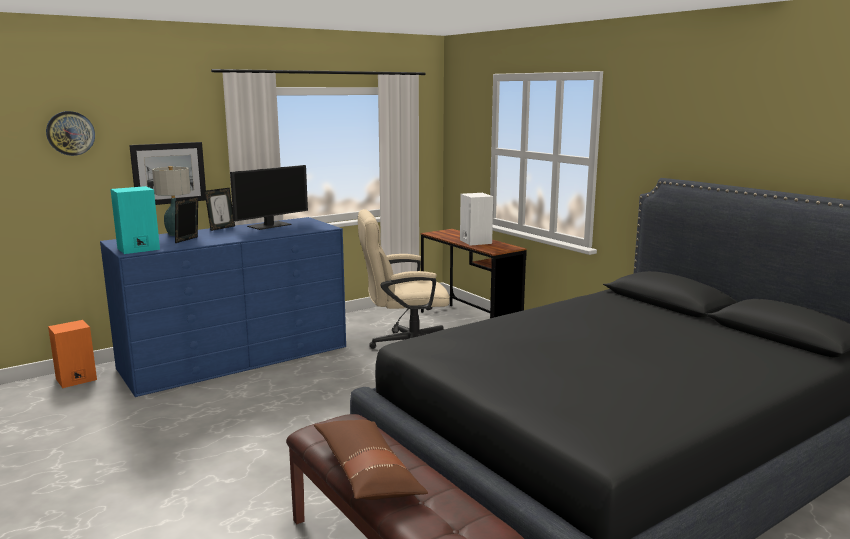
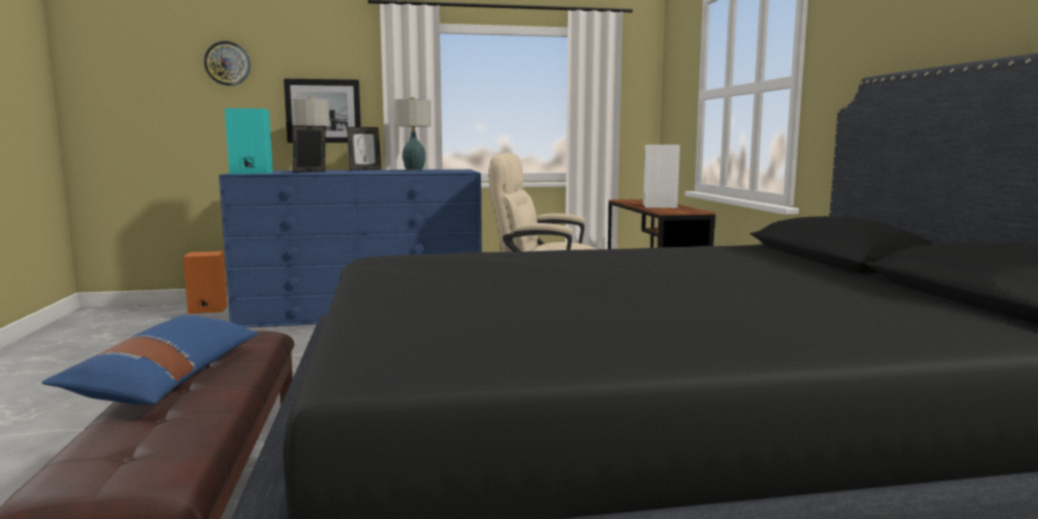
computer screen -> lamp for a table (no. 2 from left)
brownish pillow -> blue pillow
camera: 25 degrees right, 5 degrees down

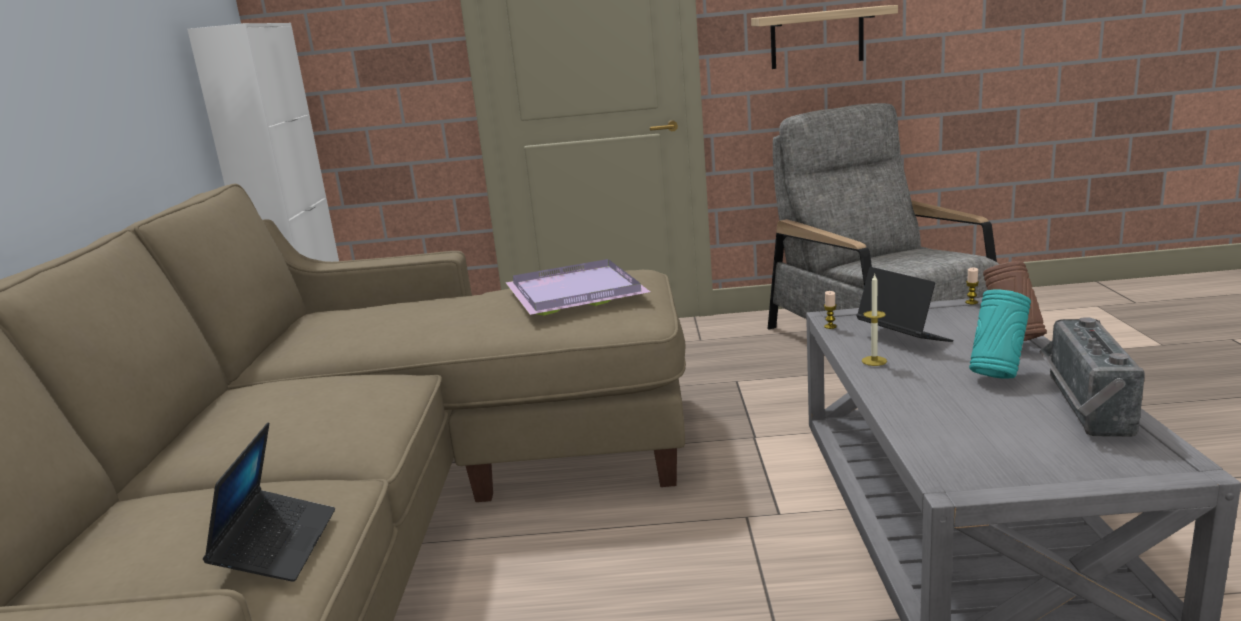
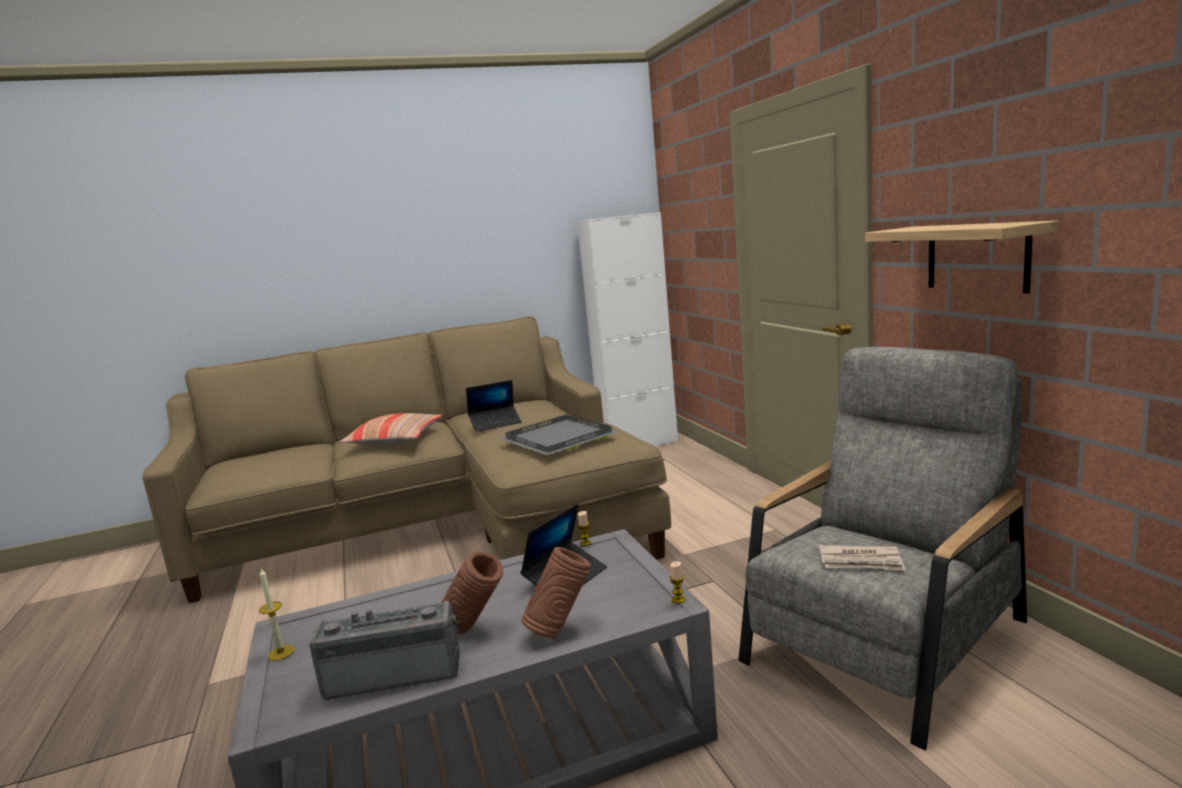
notebook computer (no. 1 from left), shifted
purple tray -> greyish tray
candle (no. 2 from left in the first image) -> candle (no. 1 from left), shifted
blue-green decorative vase -> brownish decorative vase (no. 1 from left)
none -> pillow
none -> daily paper
camera: 70 degrees right, 5 degrees down

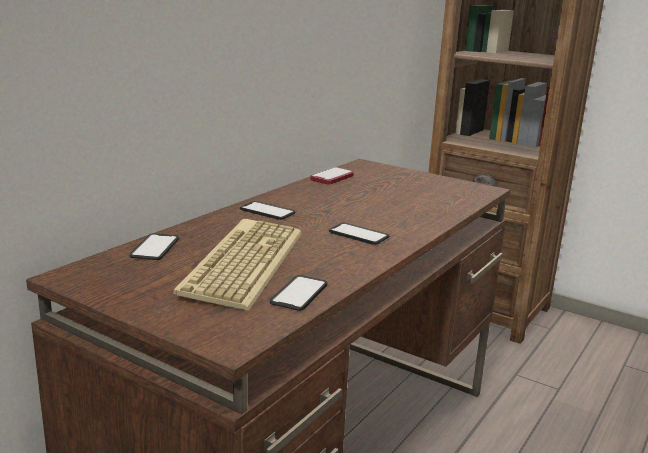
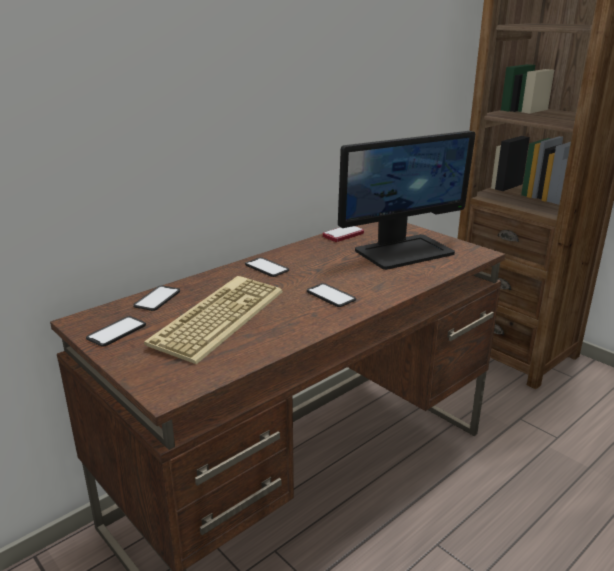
telephone (no. 3 from left in the first image) -> telephone (no. 1 from left), shifted
none -> computer screen
camera: 15 degrees right, 5 degrees up

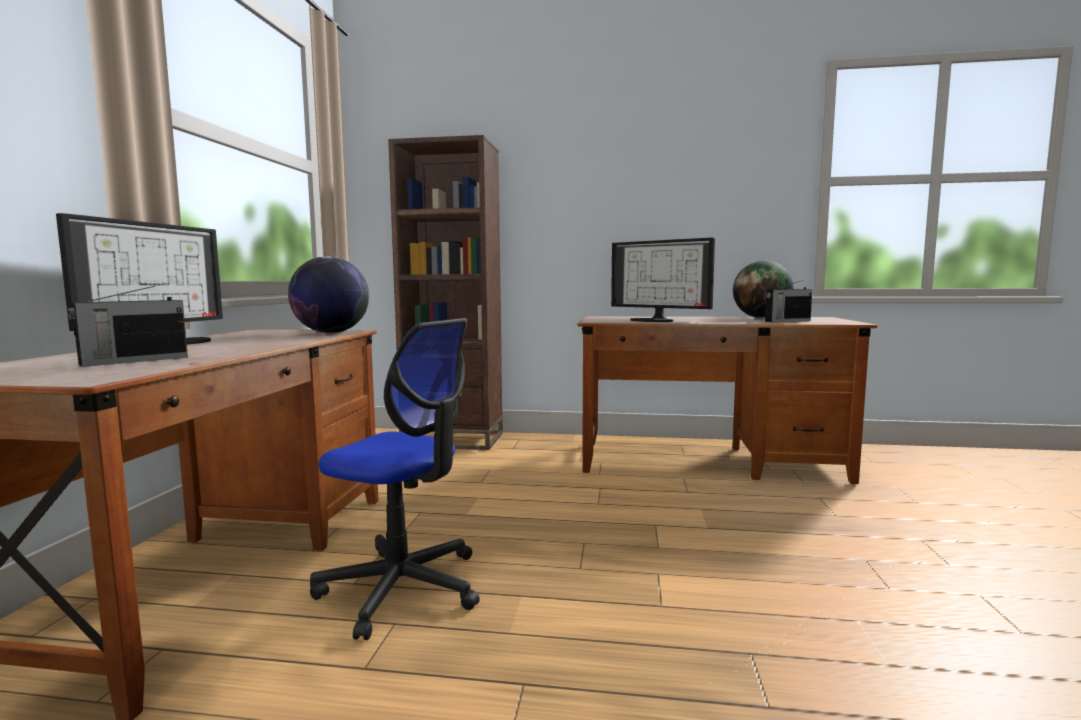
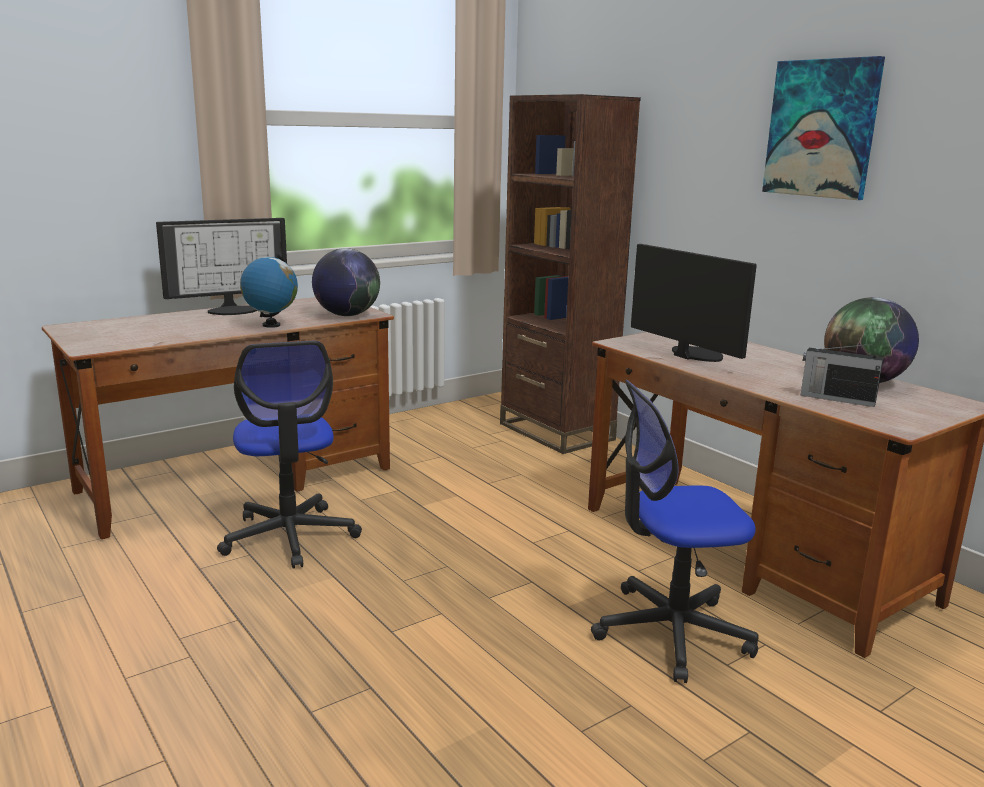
radio receiver (no. 1 from left) -> none
computer screen (no. 2 from left), 150 degrees clockwise
none -> desk globe (no. 1 from left)
none -> office chair (no. 2 from left)
none -> wall art
camera: 45 degrees right, 10 degrees up

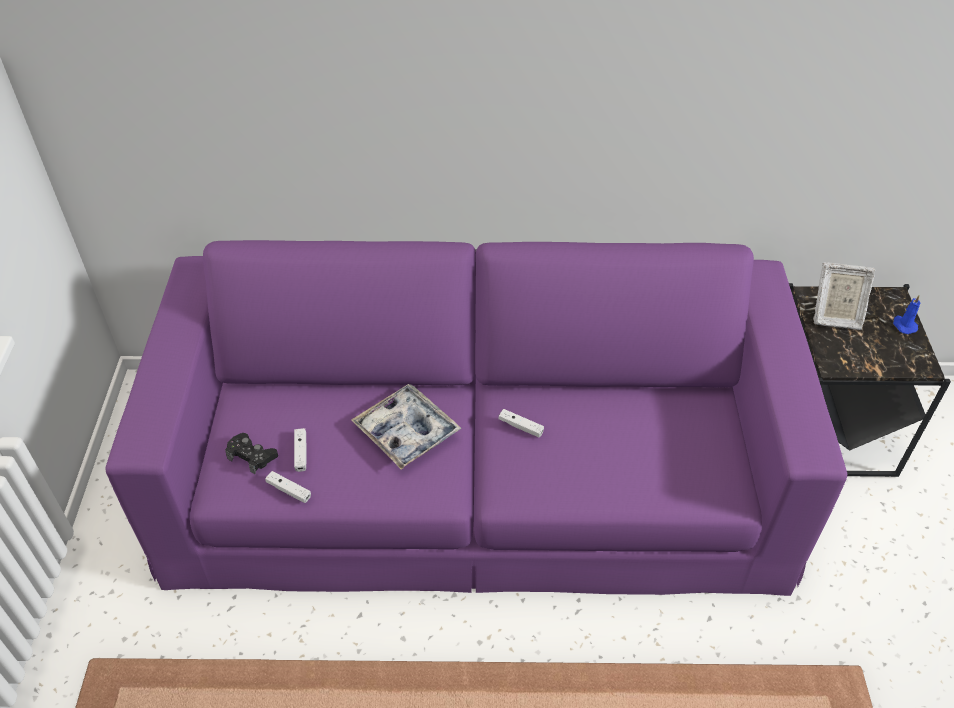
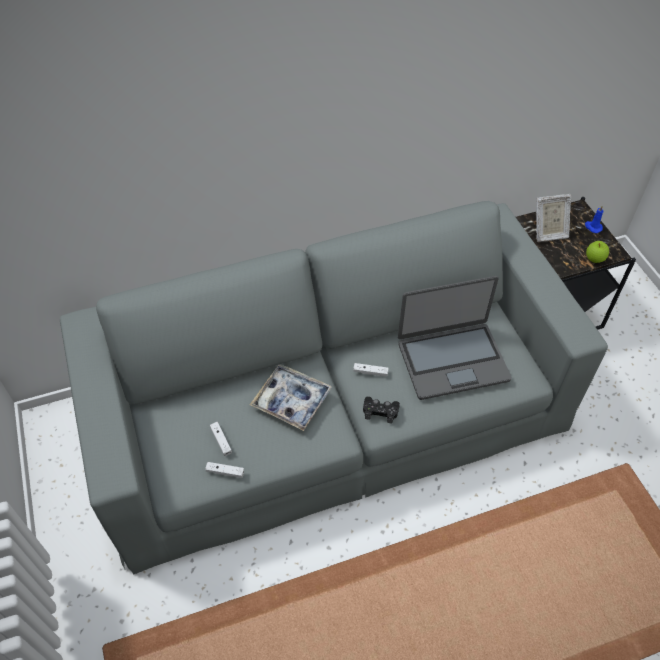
purple couch -> greyish couch
black gamepad, shifted
none -> notebook computer
none -> apple fruit
camera: 20 degrees left, 5 degrees up

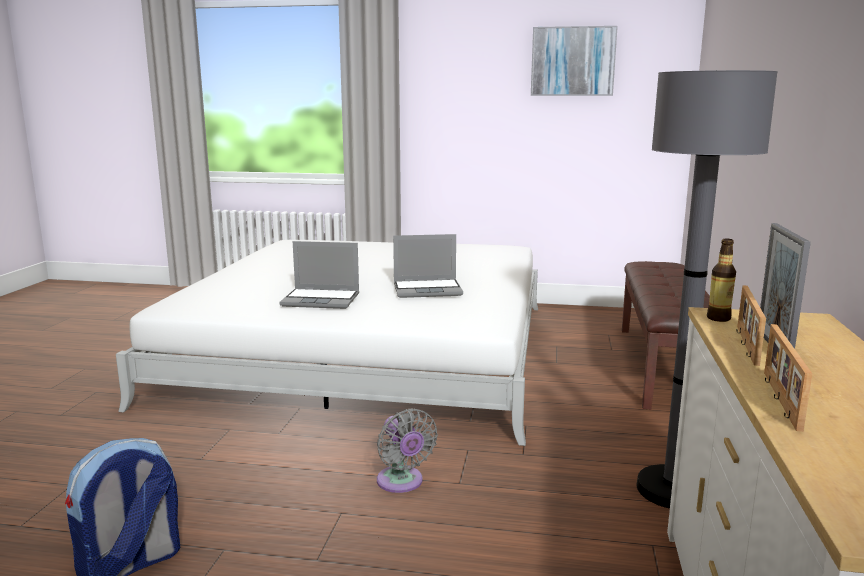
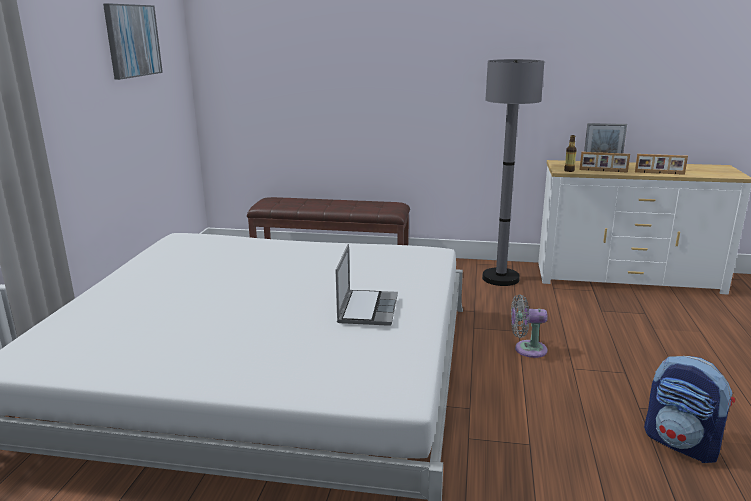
greyish electric fan, 150 degrees counterclockwise
notebook computer (no. 2 from left) -> none
camera: 90 degrees left, 5 degrees up

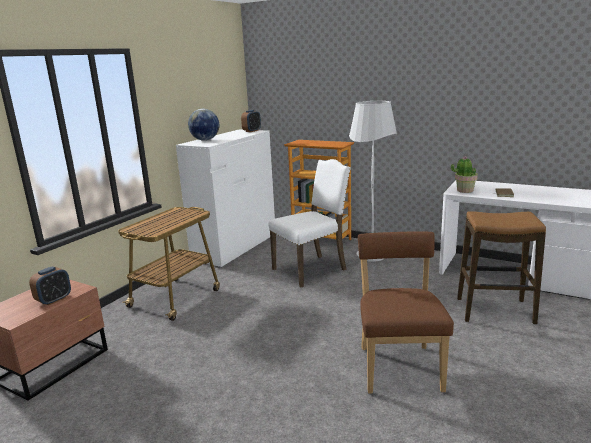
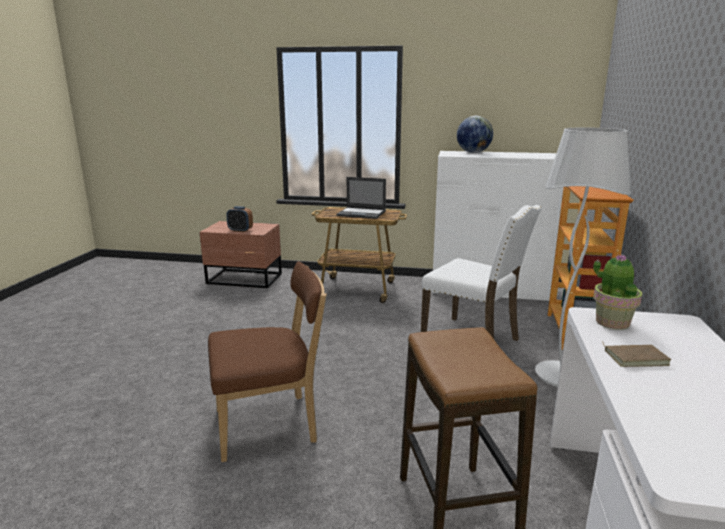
alarm clock (no. 2 from left) -> none
none -> notebook computer
camera: 70 degrees right, 0 degrees up

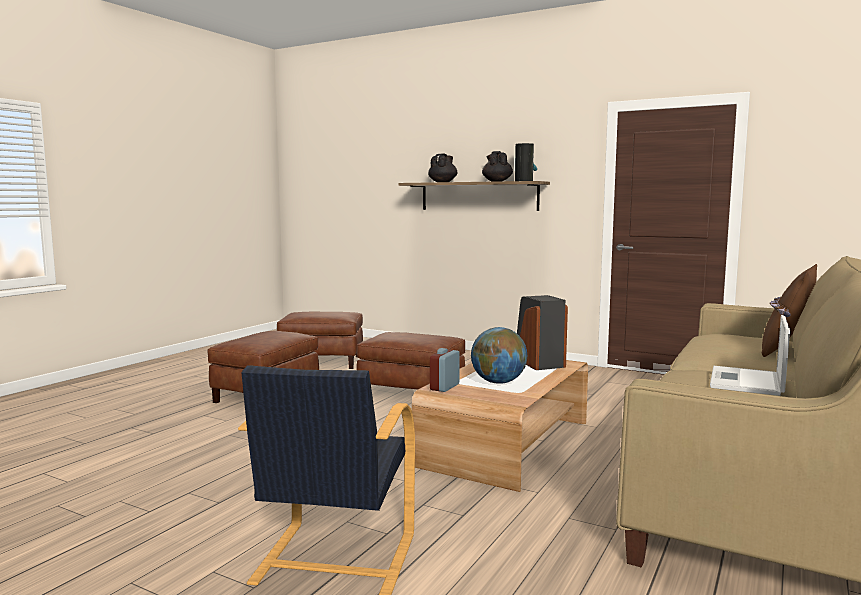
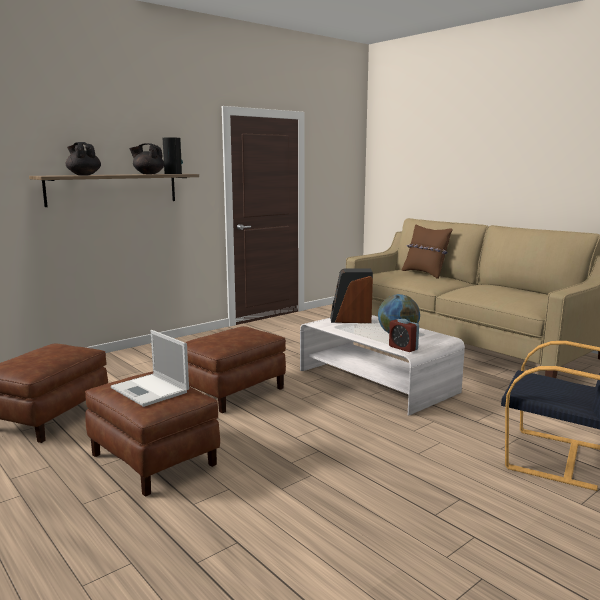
brownish low table -> whitish low table
notebook computer, shifted
camera: 70 degrees left, 5 degrees up

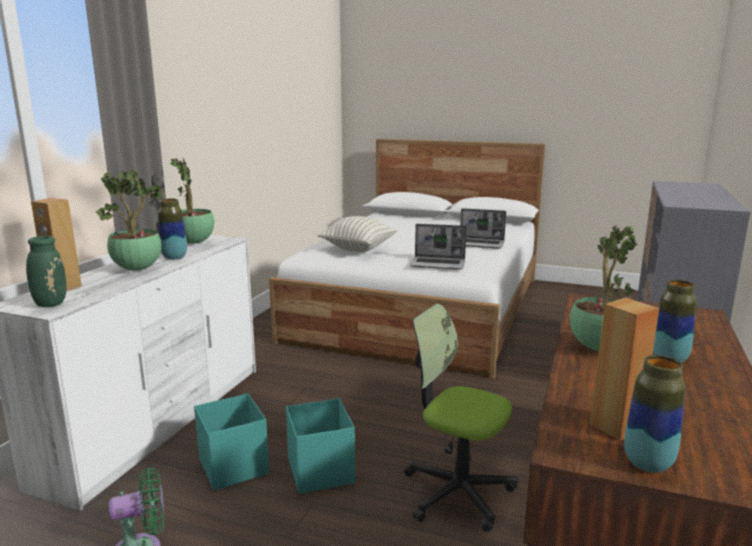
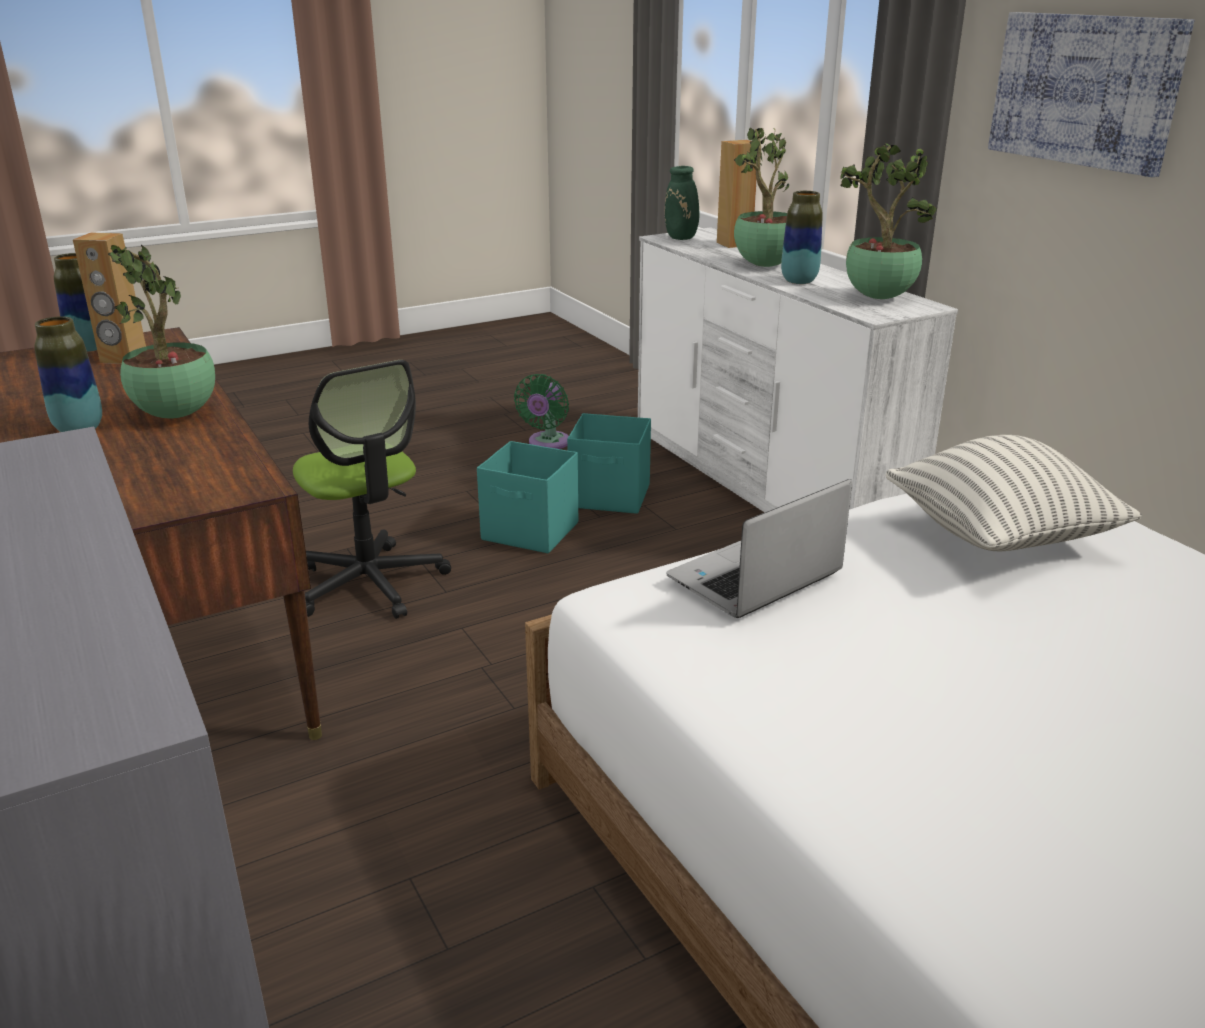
office chair, 75 degrees clockwise
notebook computer (no. 2 from left) -> none
none -> wall art
camera: 130 degrees right, 10 degrees up

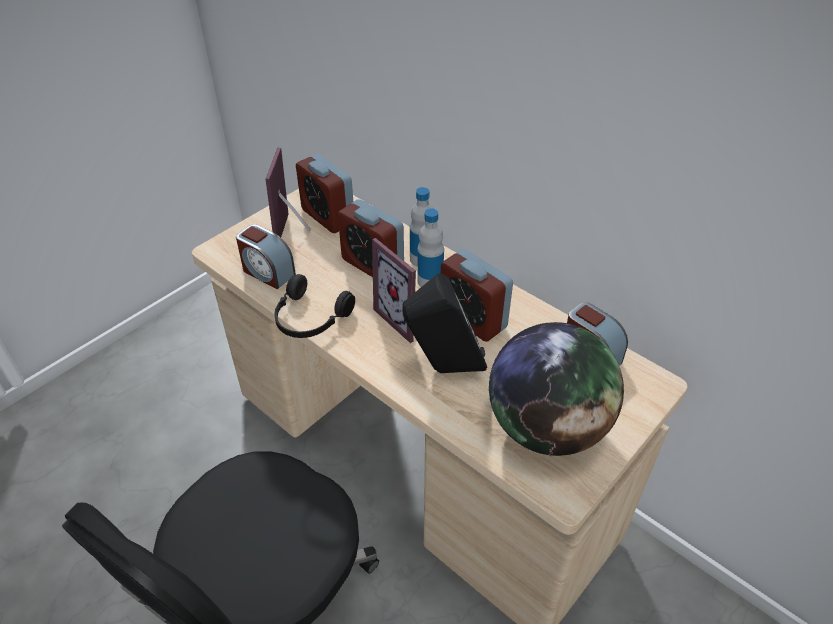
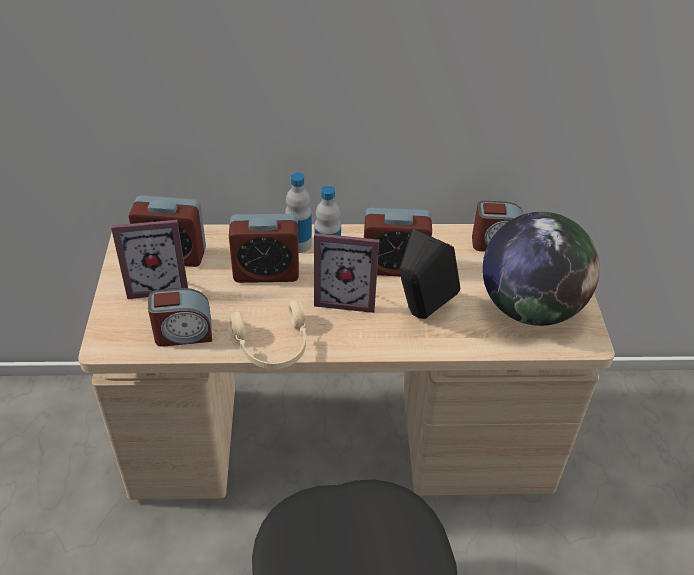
picture frame (no. 1 from left), 60 degrees counterclockwise
black headset -> beige headset
camera: 45 degrees left, 0 degrees up

